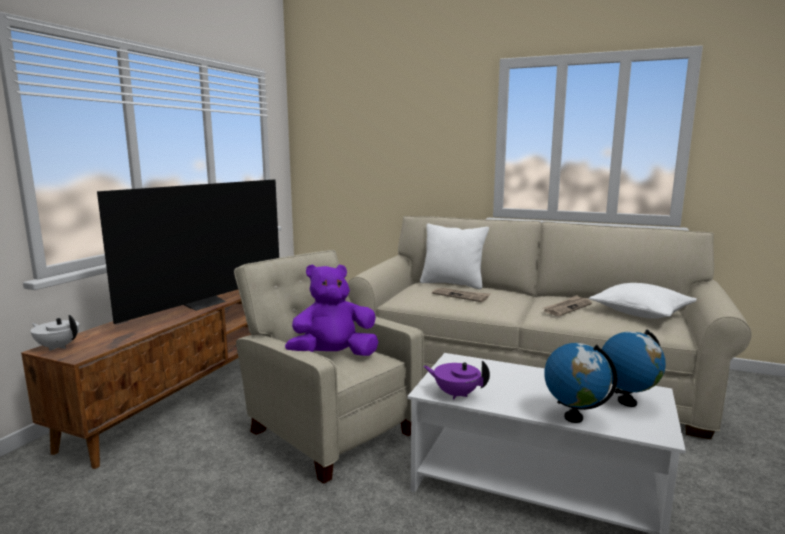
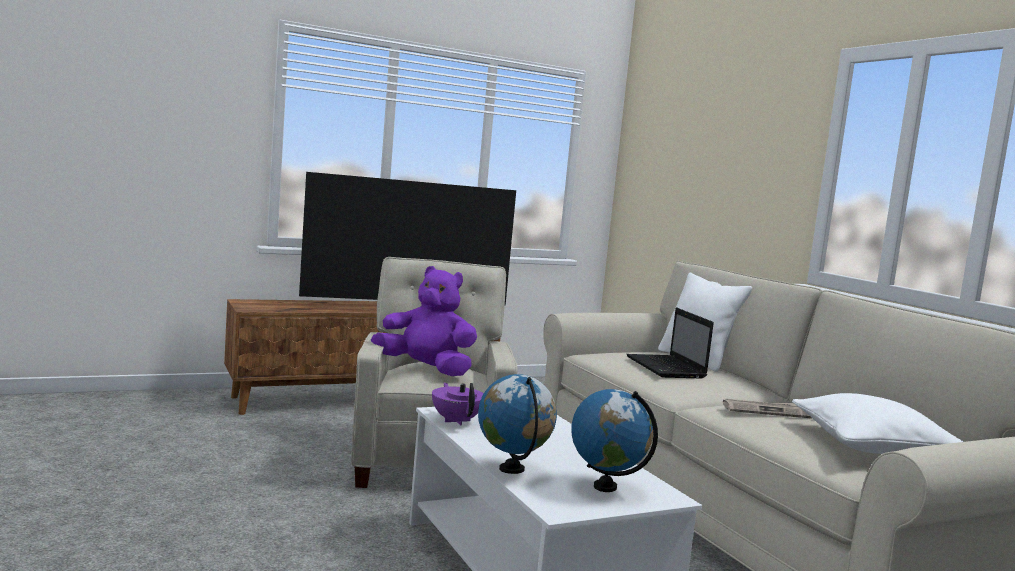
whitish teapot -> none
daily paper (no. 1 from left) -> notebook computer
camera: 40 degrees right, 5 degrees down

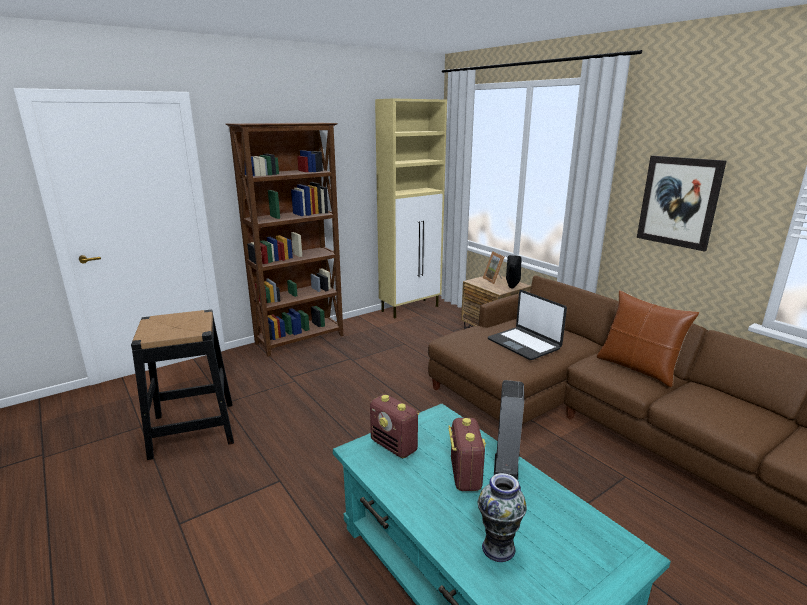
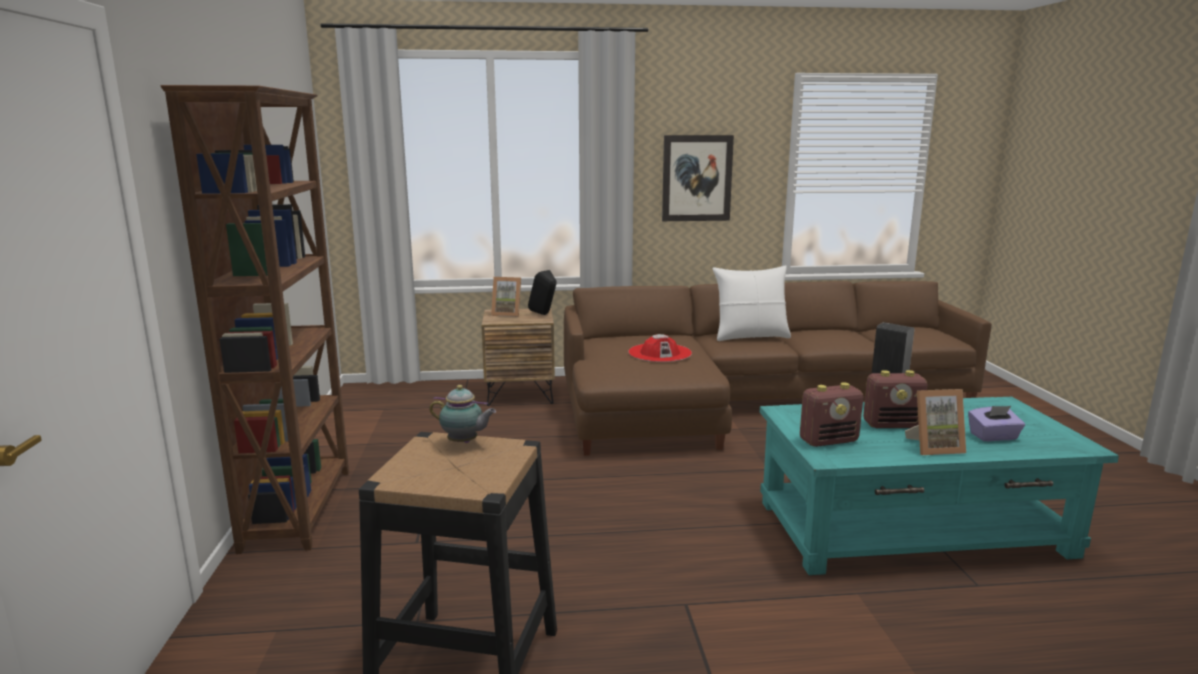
beige storage cabinet -> none
radio receiver (no. 2 from left), 150 degrees clockwise
decorative vase -> purple box of tissues
notebook computer -> reddish hat
brownish pillow -> whitish pillow
none -> teapot
none -> picture frame (no. 2 from left)
camera: 60 degrees left, 5 degrees down

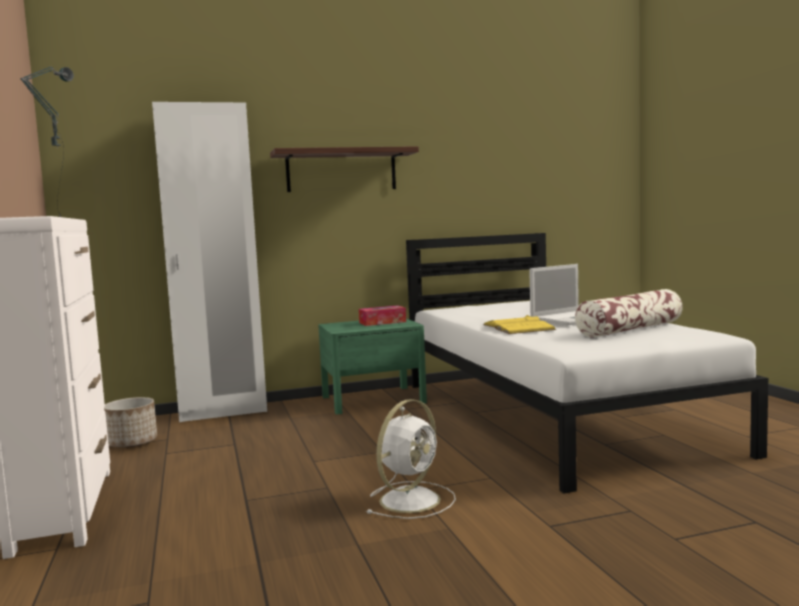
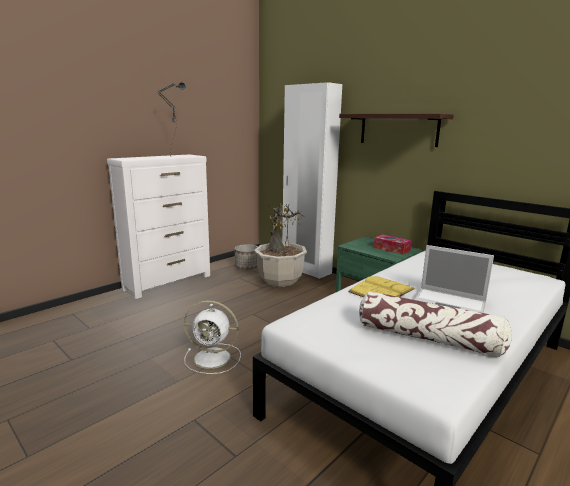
none -> potted plant
camera: 60 degrees right, 10 degrees up

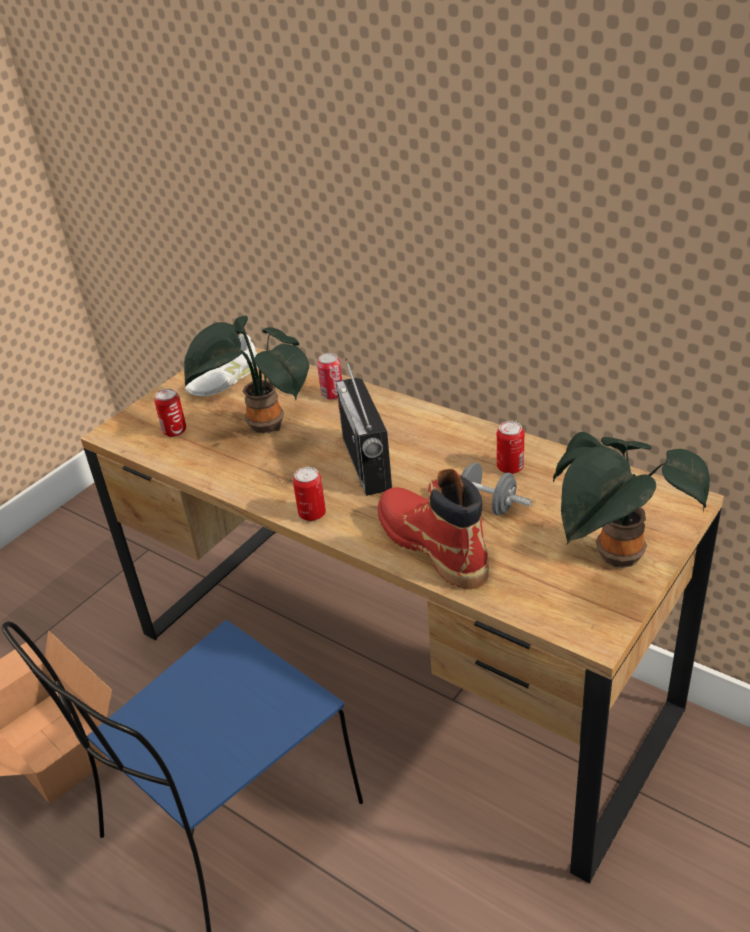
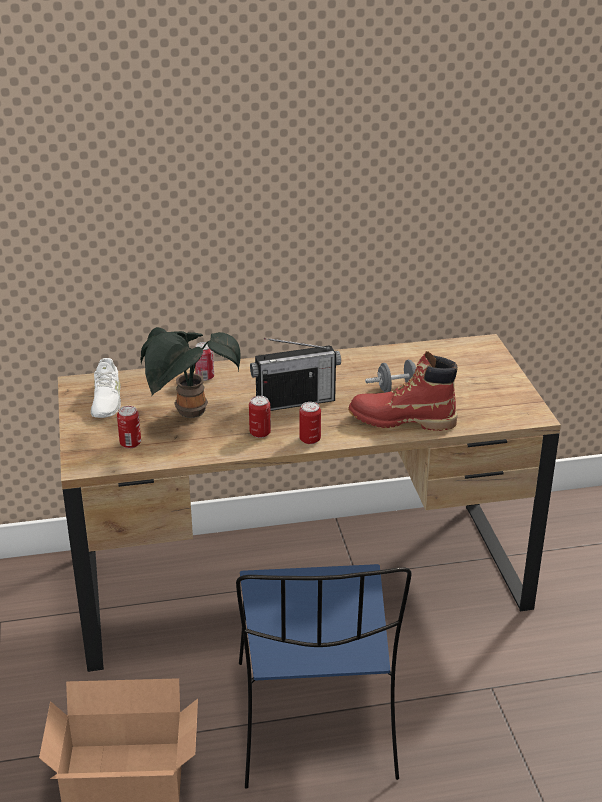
radio receiver, 45 degrees counterclockwise
sealed can (no. 4 from left in the first image) -> sealed can (no. 3 from left), shifted
potted plant (no. 2 from left) -> none
camera: 50 degrees left, 5 degrees down

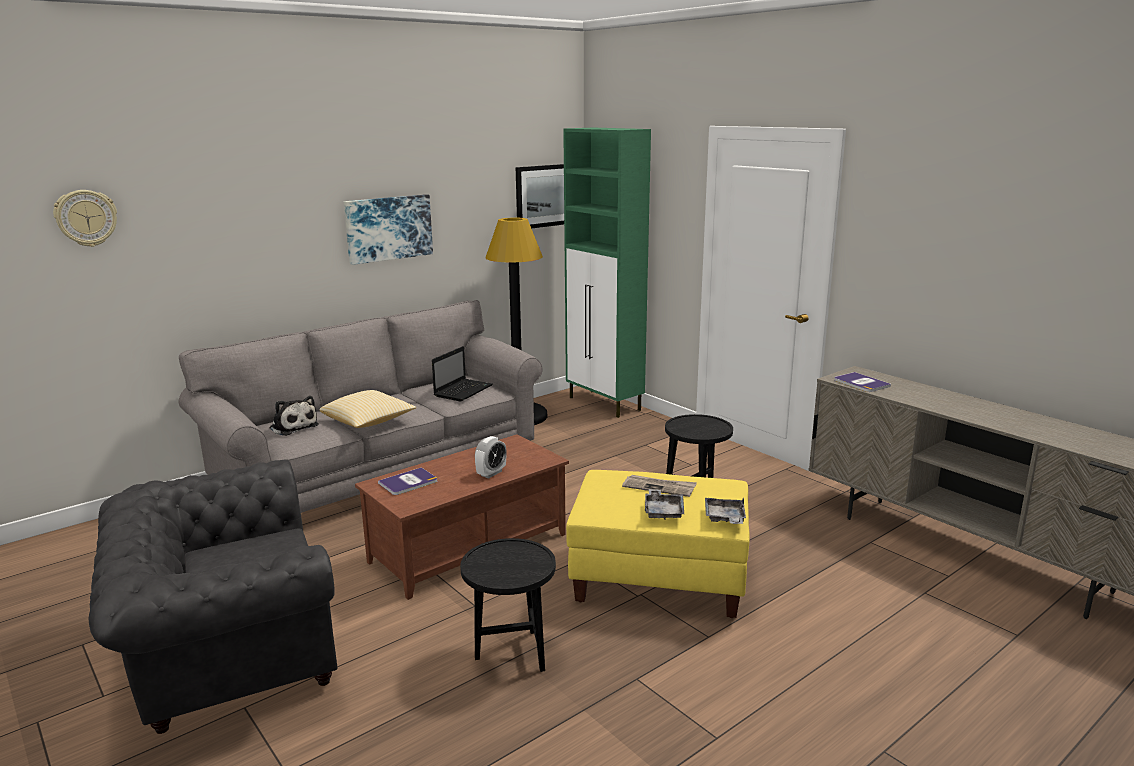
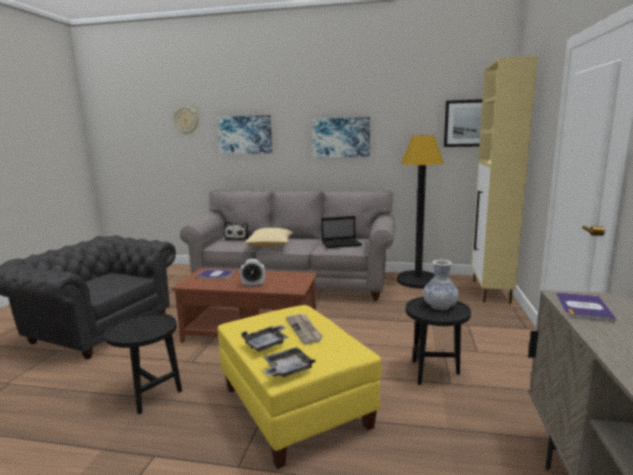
greenish storage cabinet -> beige storage cabinet
none -> wall art (no. 1 from left)
none -> decorative vase
camera: 50 degrees right, 5 degrees down

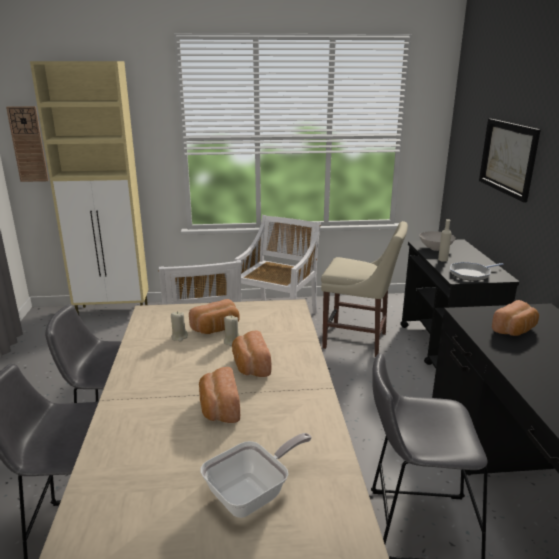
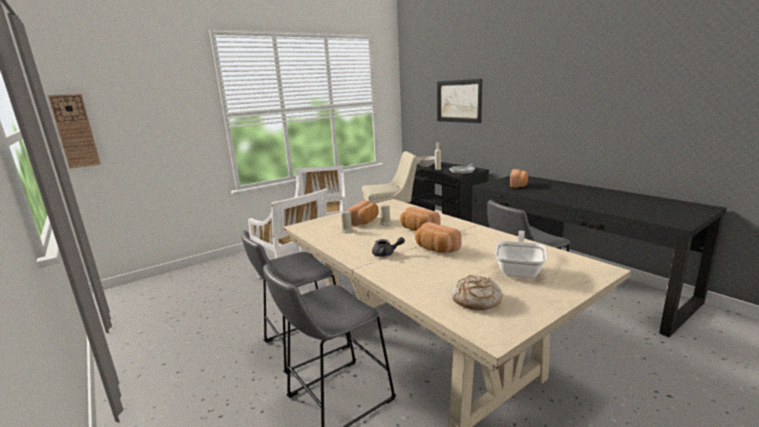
beige storage cabinet -> none
none -> greyish teapot
none -> bread (no. 4 from left)
camera: 30 degrees left, 5 degrees down

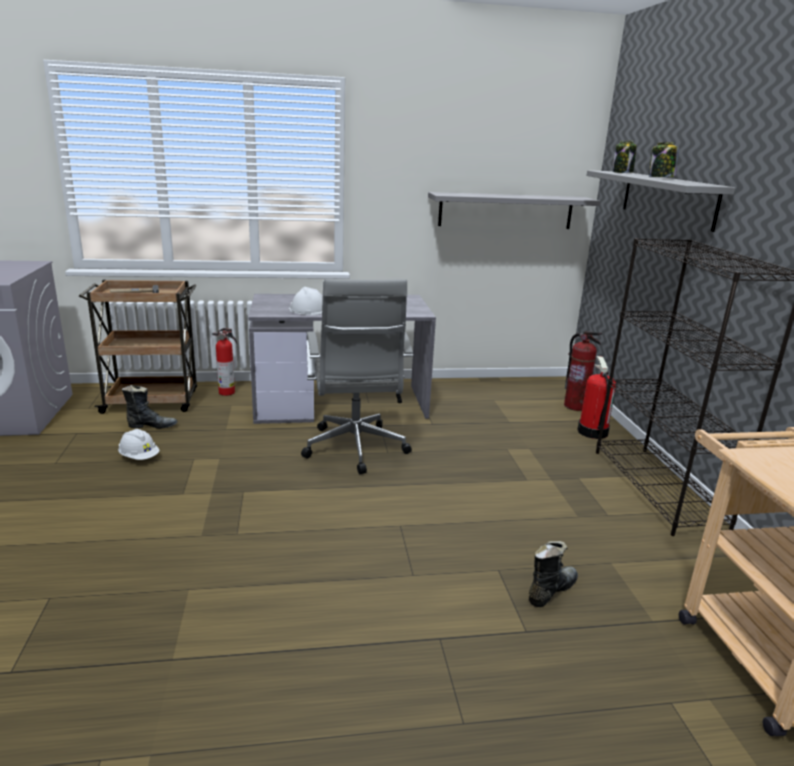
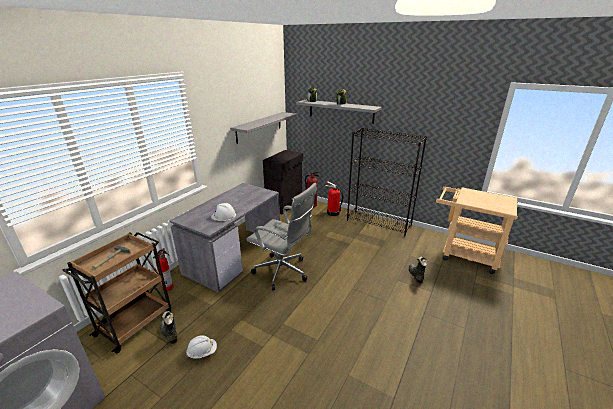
black tall boot (no. 1 from left), 75 degrees counterclockwise
none -> black storage cabinet
camera: 50 degrees left, 5 degrees up

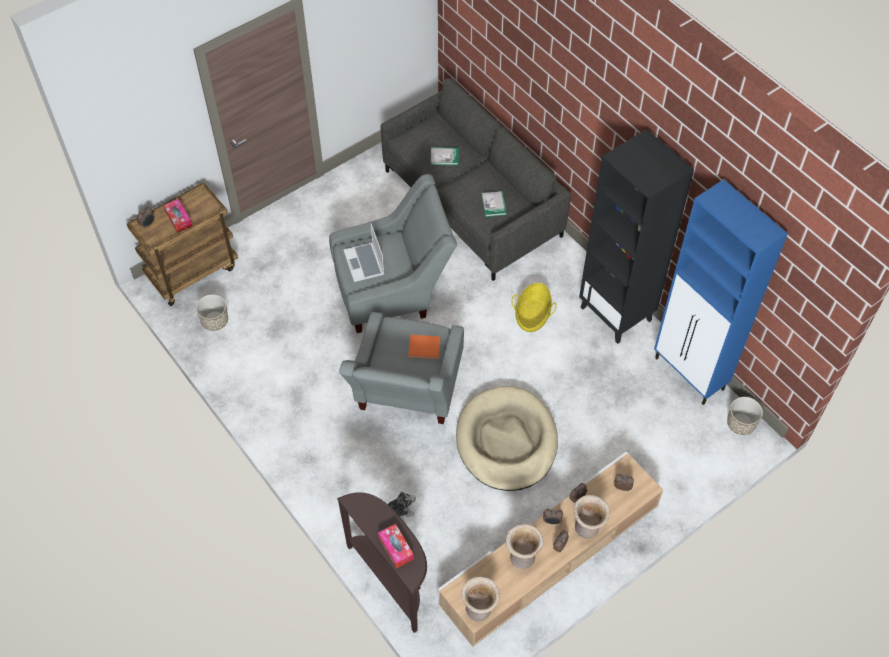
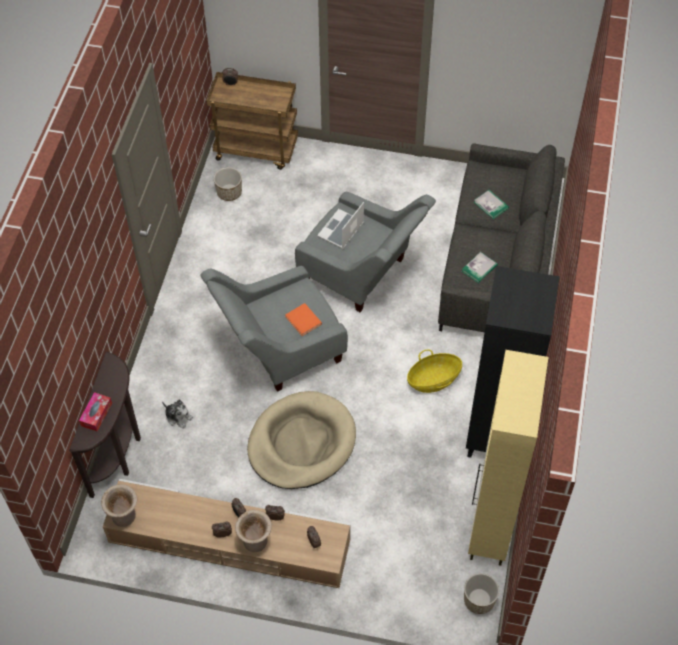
box of tissues (no. 1 from left) -> none
beige decorative vase (no. 2 from left) -> none
blue storage cabinet -> beige storage cabinet
camera: 50 degrees right, 0 degrees up

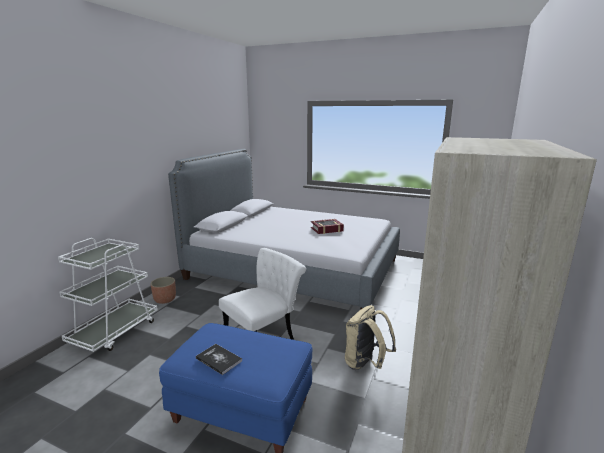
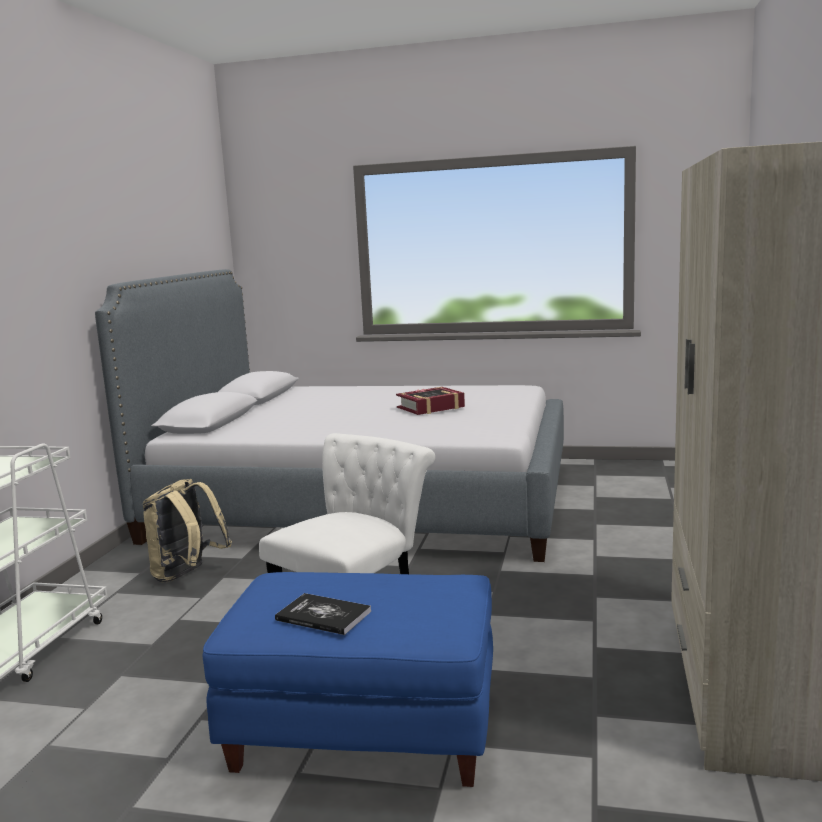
planter -> none
beige knapsack, shifted
camera: 10 degrees left, 5 degrees down

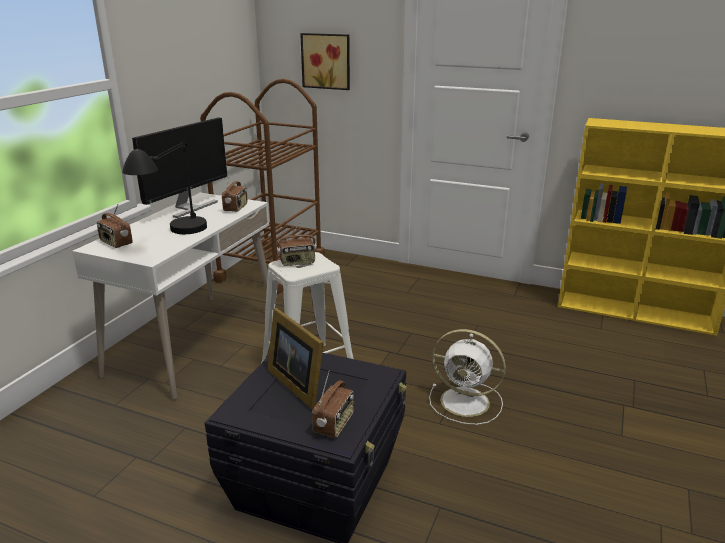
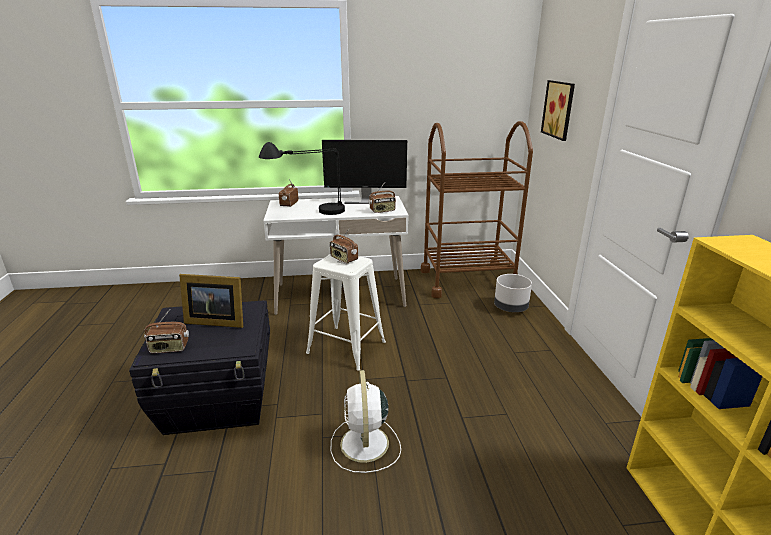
picture frame, 105 degrees counterclockwise
none -> greyish planter
camera: 60 degrees right, 0 degrees up

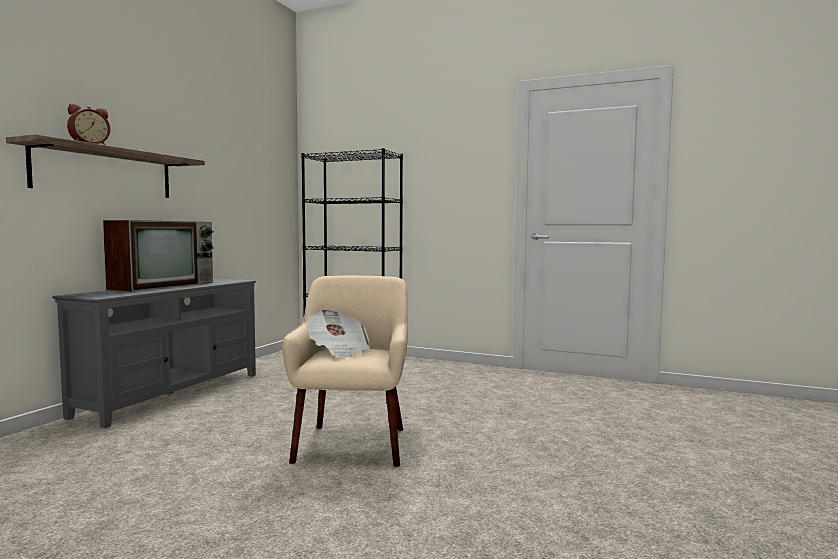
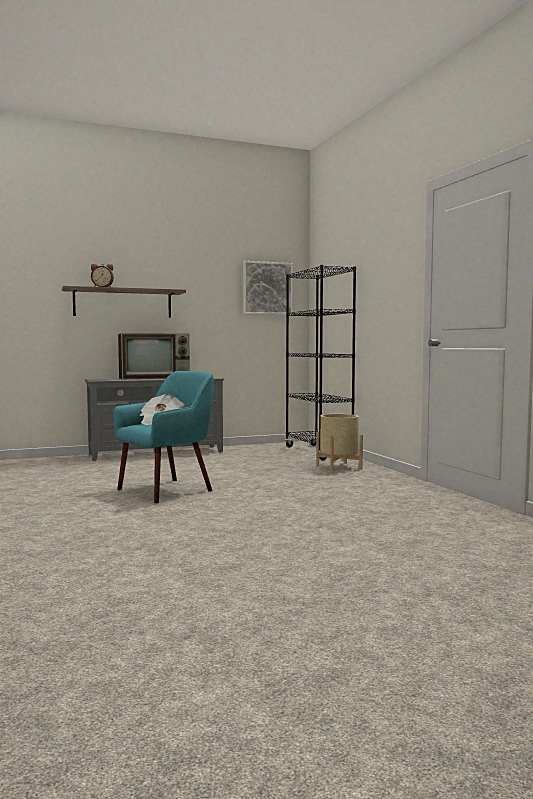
beige easy chair -> blue-green easy chair
none -> wall art
none -> beige planter
camera: 45 degrees right, 0 degrees up

